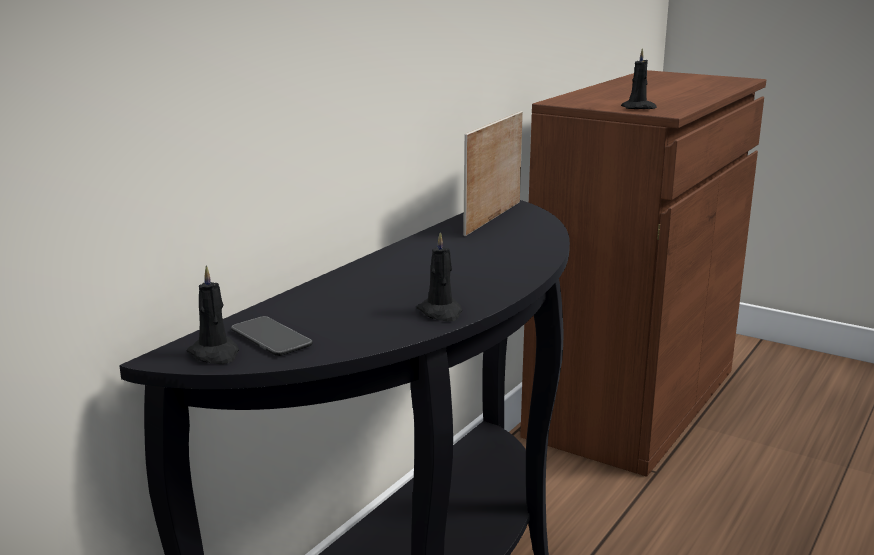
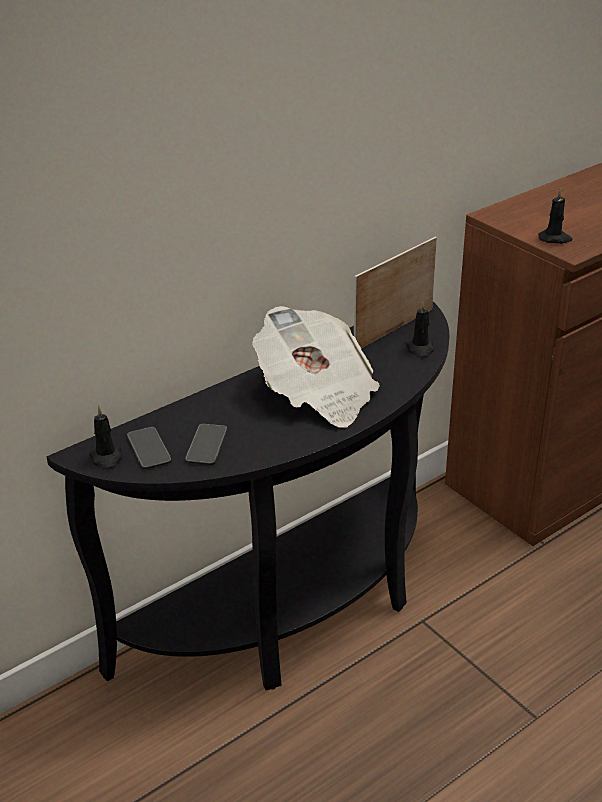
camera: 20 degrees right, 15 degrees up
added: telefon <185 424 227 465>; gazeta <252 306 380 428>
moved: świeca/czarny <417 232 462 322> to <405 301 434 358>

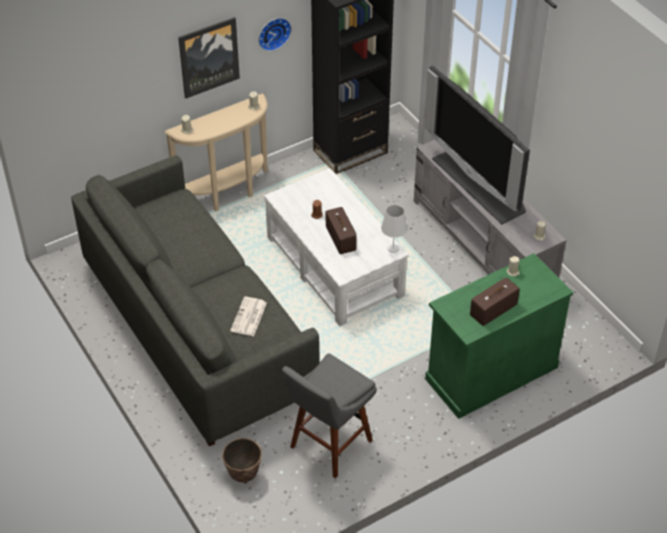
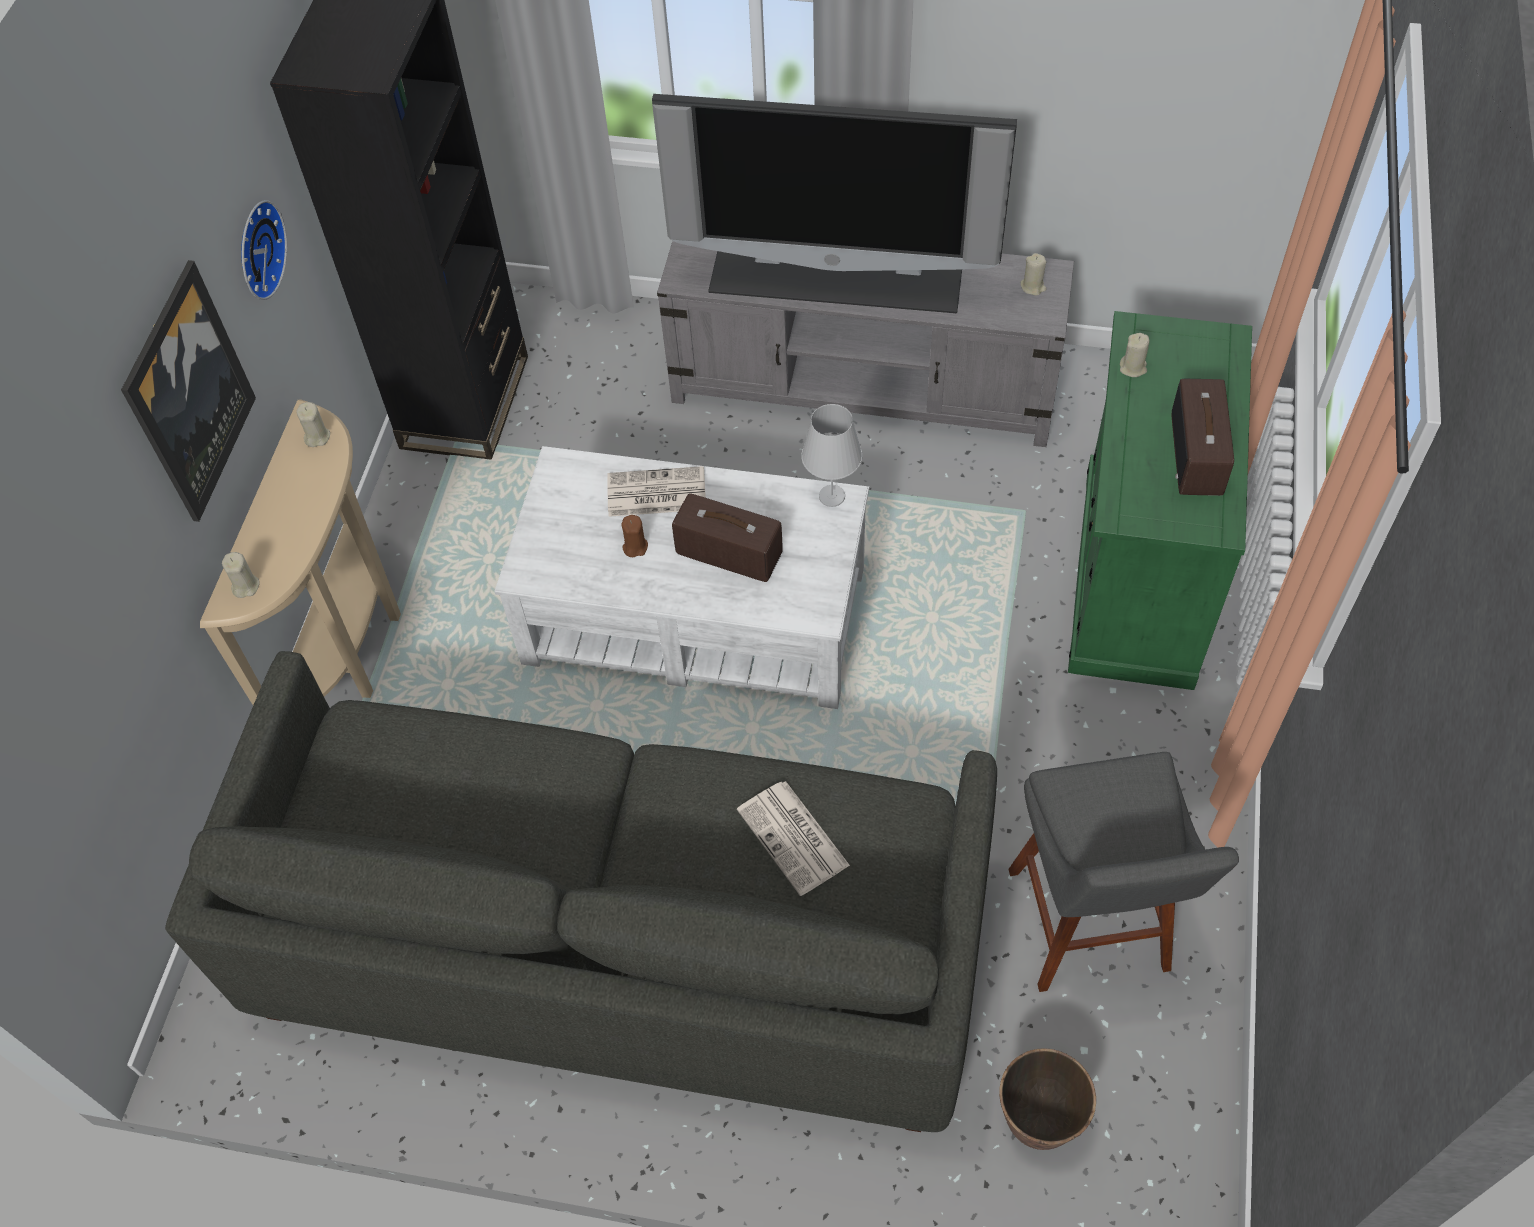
camera: 45 degrees left, 10 degrees up
added: gazeta <607 466 706 517>

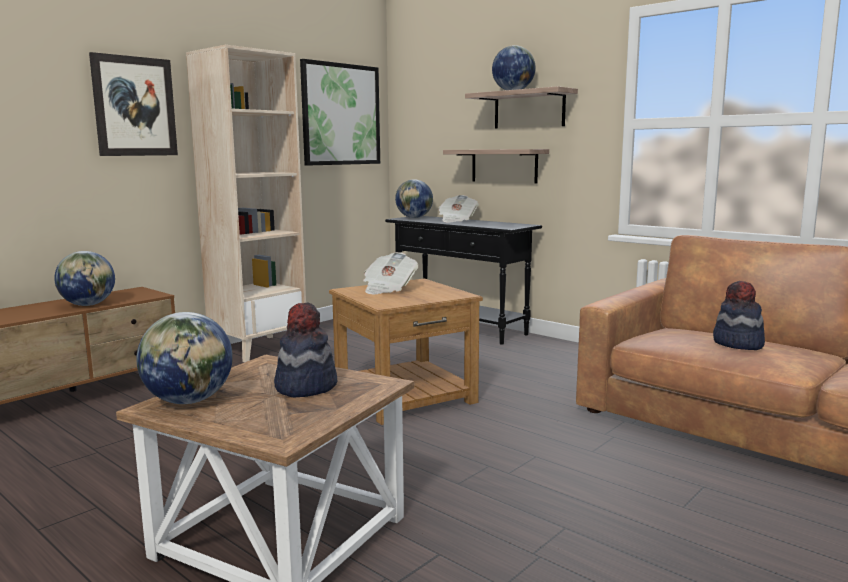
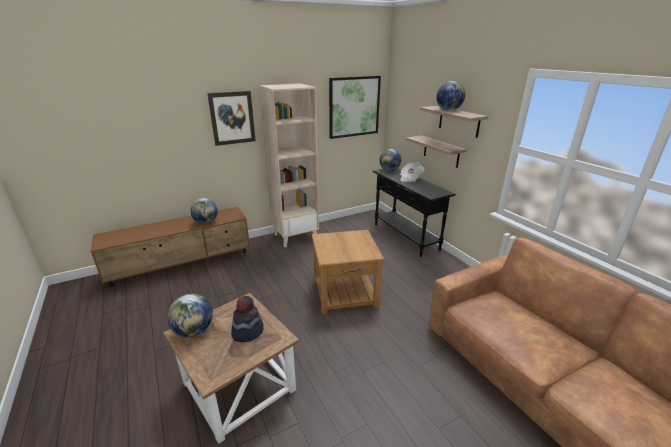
camera: 20 degrees right, 15 degrees up
removed: gazeta <363 252 419 294>; kapelusz <713 281 765 350>

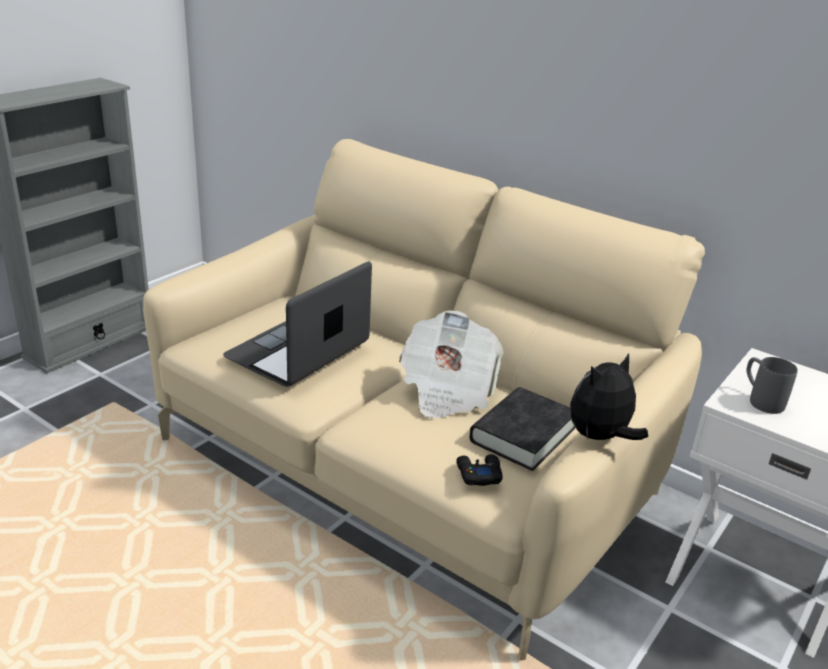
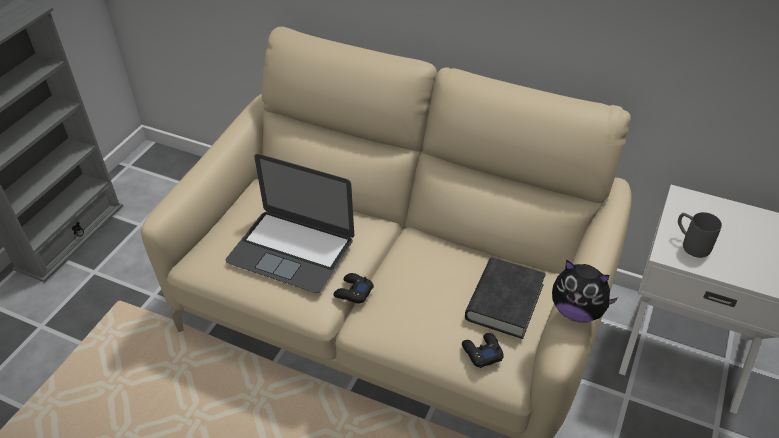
camera: 10 degrees left, 15 degrees up
removed: gazeta <399 310 504 418>
added: pad do gier/czarny <334 273 374 304>
turned: laptop <223 261 372 387> = <226 154 354 293> 90 degrees counterclockwise; pluszak <570 353 648 440> = <552 259 618 323> 105 degrees counterclockwise

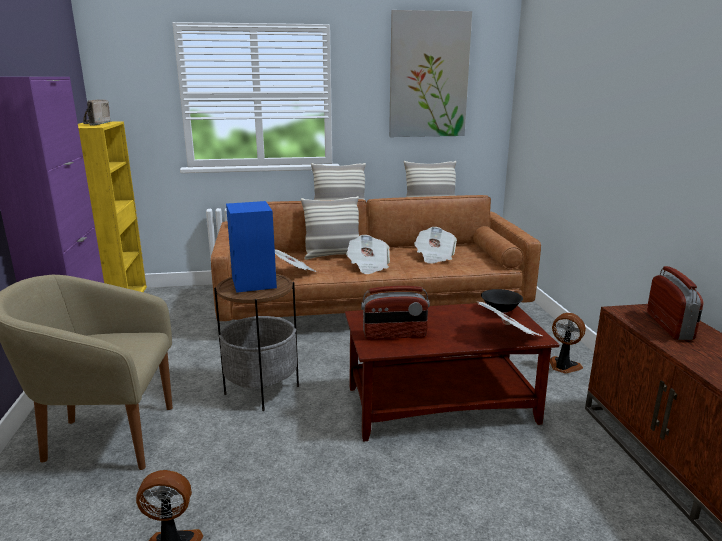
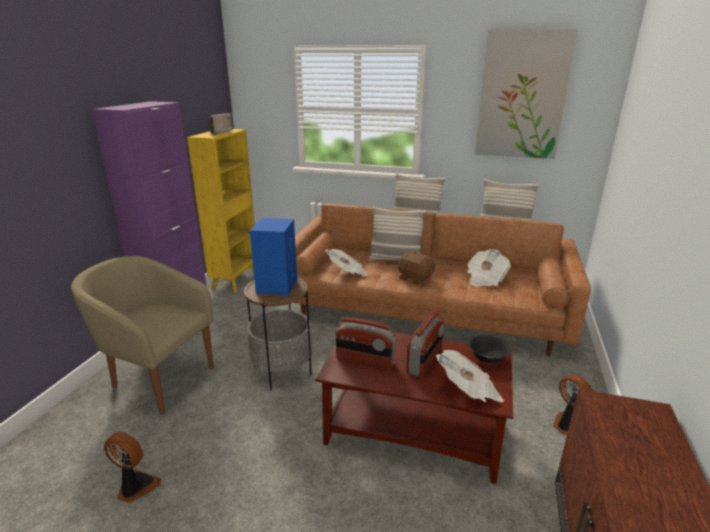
camera: 25 degrees right, 5 degrees up
moved: radio <647 266 703 340> to <406 311 444 377>
replaced: gazeta <346 235 390 274> to pluszak/brązowy <398 251 435 285>

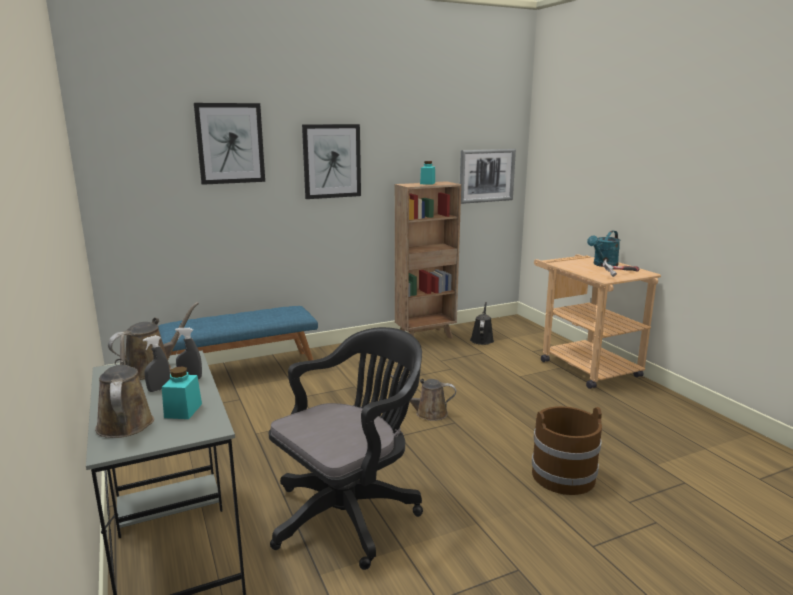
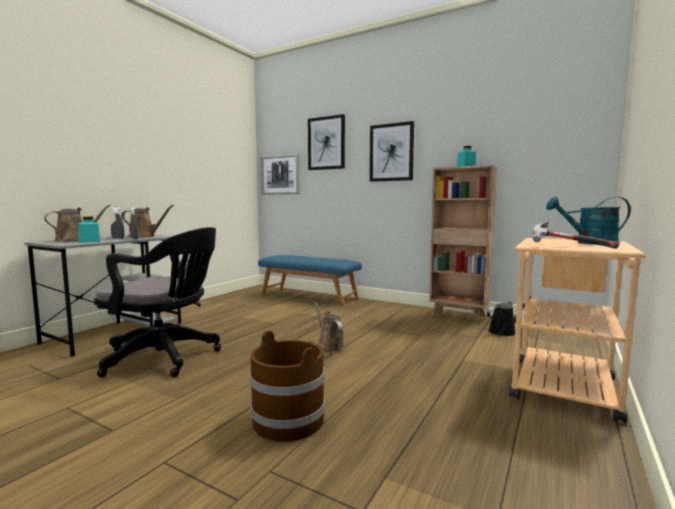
camera: 55 degrees right, 10 degrees down
moved: obraz <460 149 516 204> to <261 154 300 195>

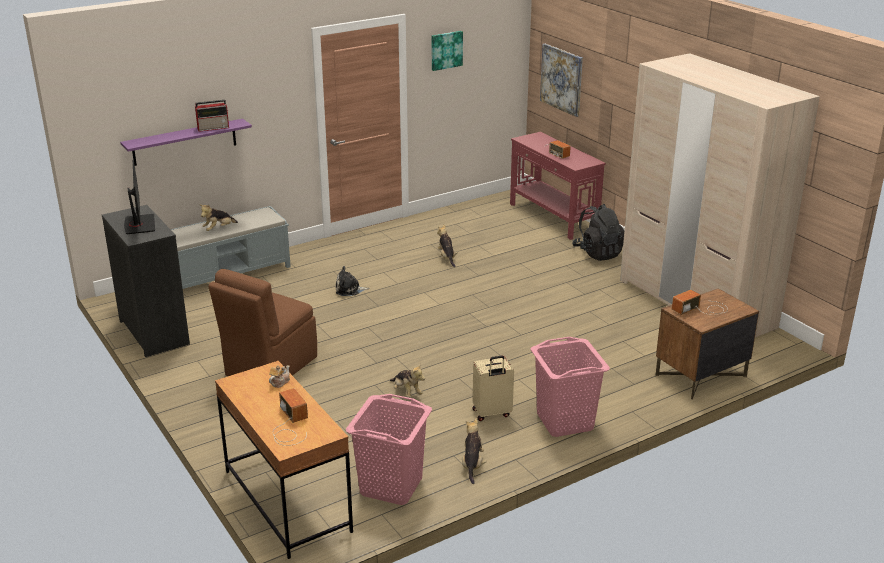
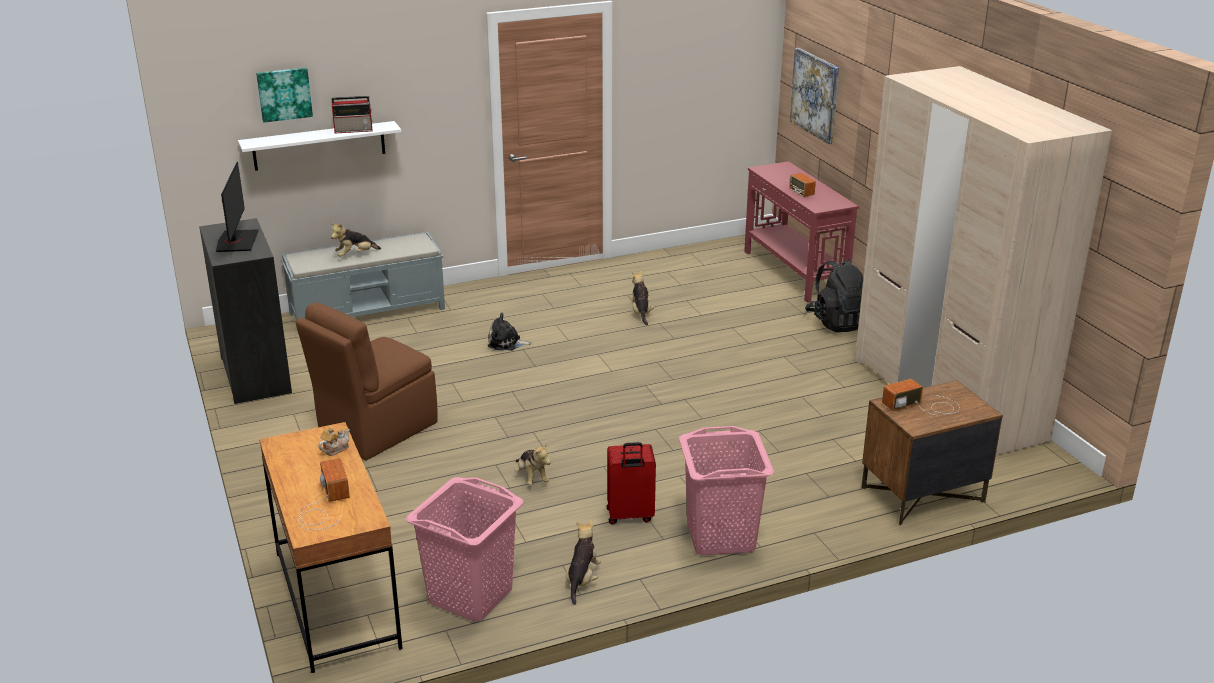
camera: 10 degrees right, 0 degrees up
moved: obraz <432 31 463 71> to <256 68 313 123>
recoloured: półka/fioletowy <120 119 252 166> to półka/biały <238 121 401 171>; walizka/beżowy <472 356 514 421> to walizka/czerwony <606 442 656 525>

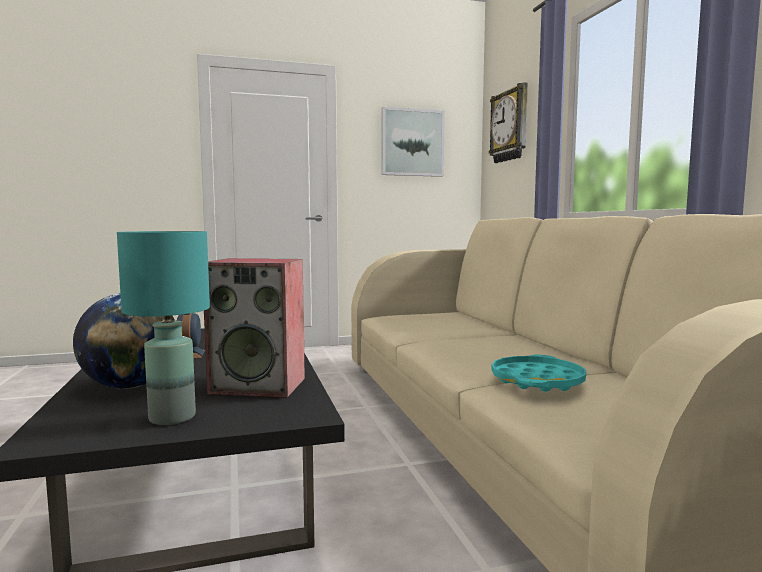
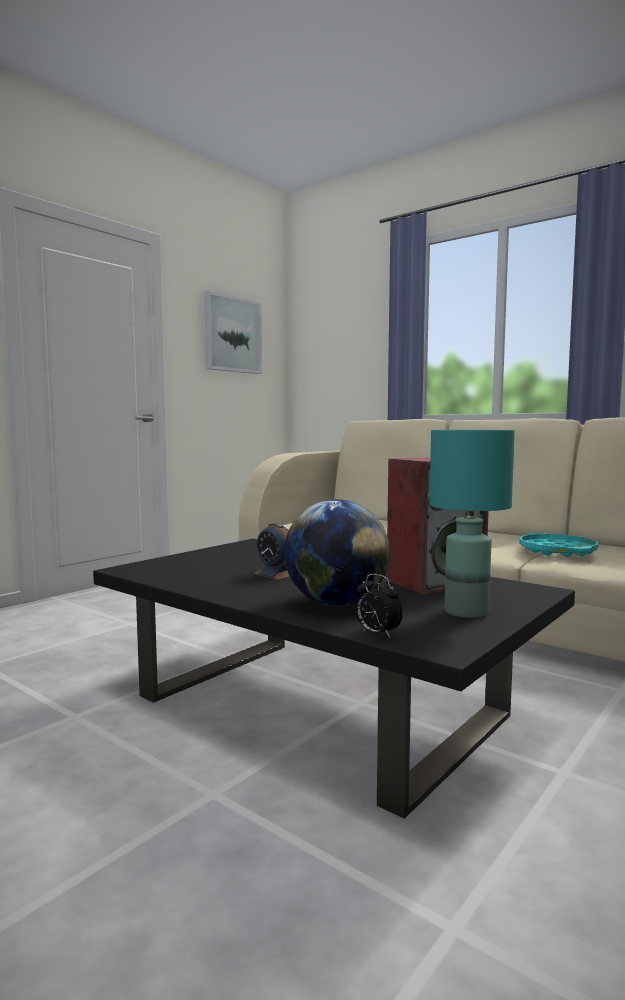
camera: 35 degrees left, 0 degrees up
removed: zegar ścienny <489 82 528 163>
added: budzik <356 574 403 638>

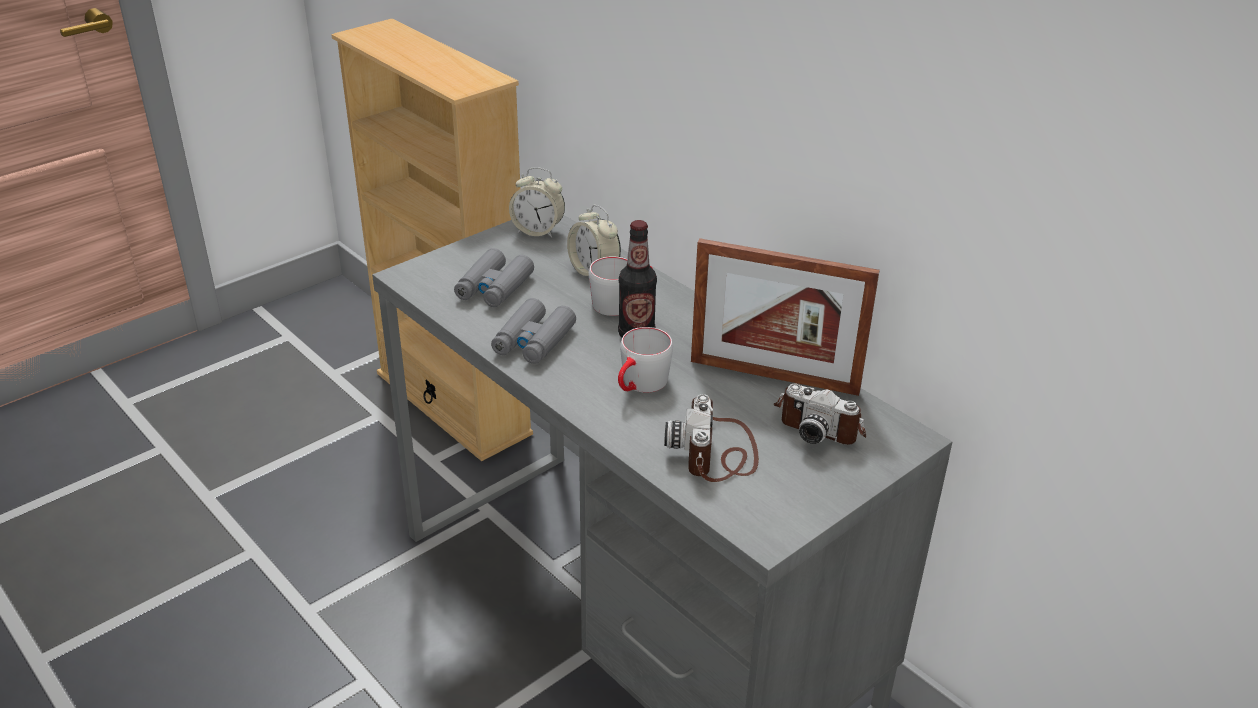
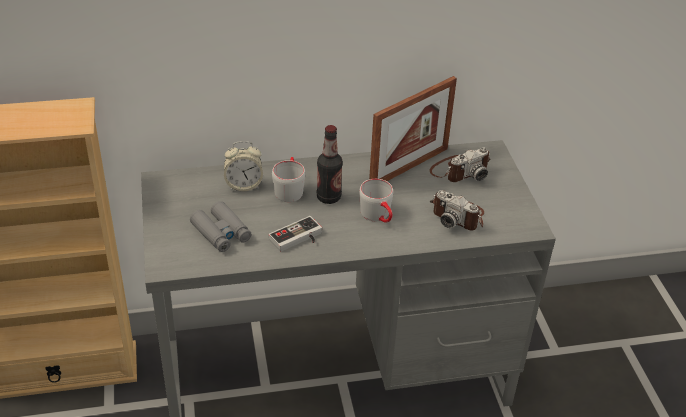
camera: 60 degrees left, 5 degrees up
removed: budzik <509 167 565 238>
replaced: lornetka/szary <491 298 576 364> to pad do gier <268 216 322 252>

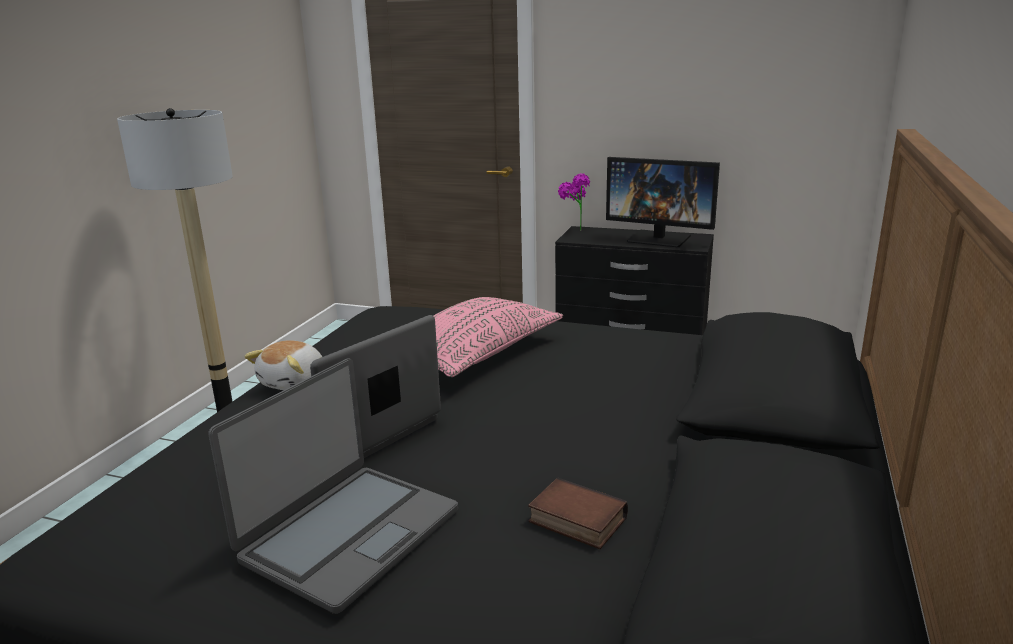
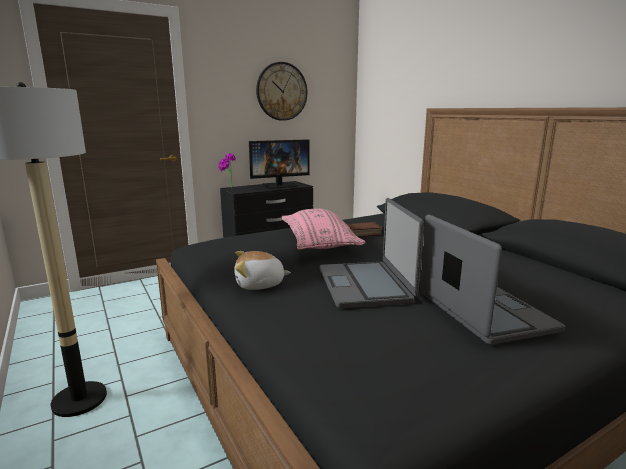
camera: 50 degrees left, 5 degrees down
added: zegar ścienny <256 62 307 121>
moved: książka <528 477 628 549> to <347 222 383 237>
turned: pluszak <244 340 322 390> = <234 251 291 290> 105 degrees clockwise

